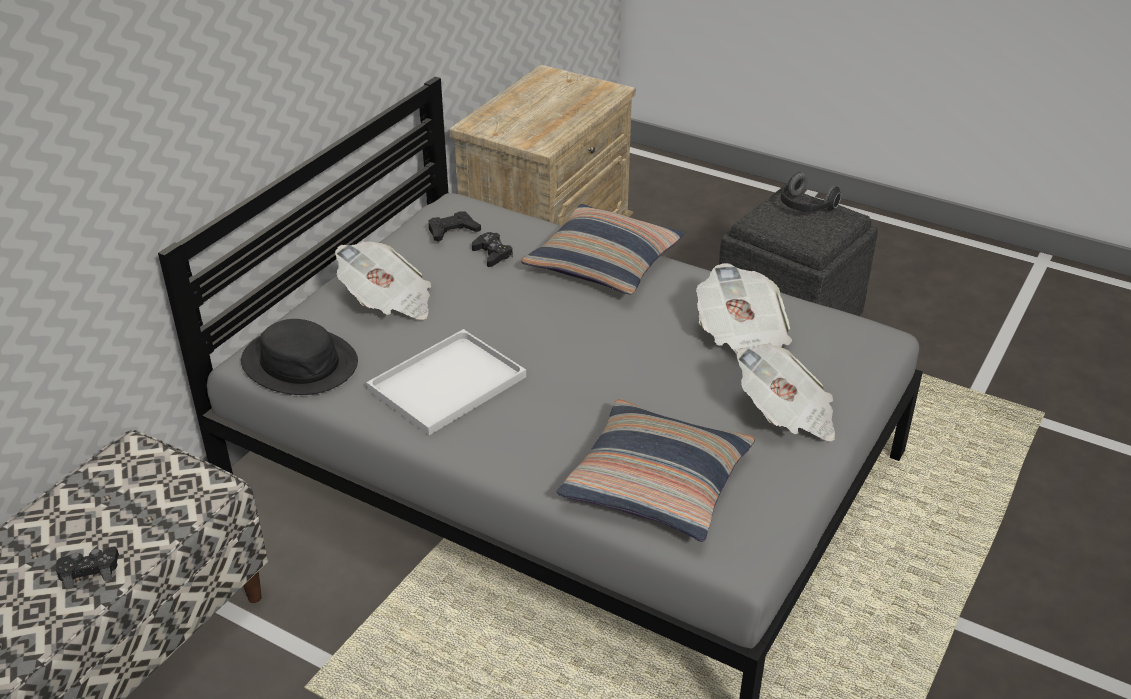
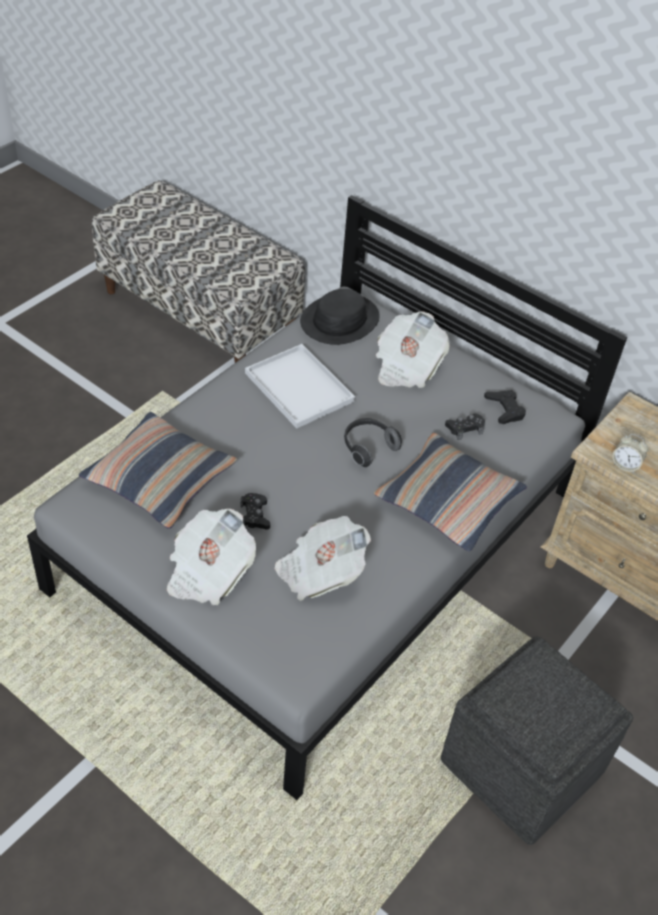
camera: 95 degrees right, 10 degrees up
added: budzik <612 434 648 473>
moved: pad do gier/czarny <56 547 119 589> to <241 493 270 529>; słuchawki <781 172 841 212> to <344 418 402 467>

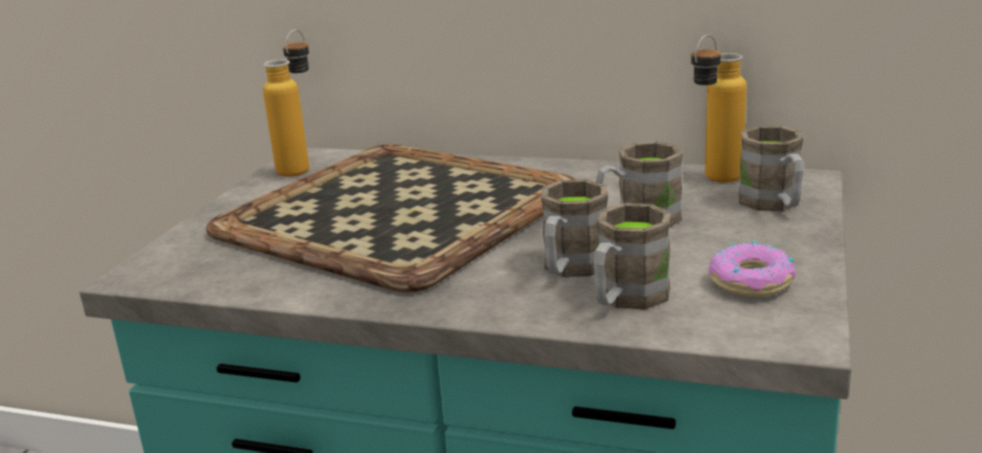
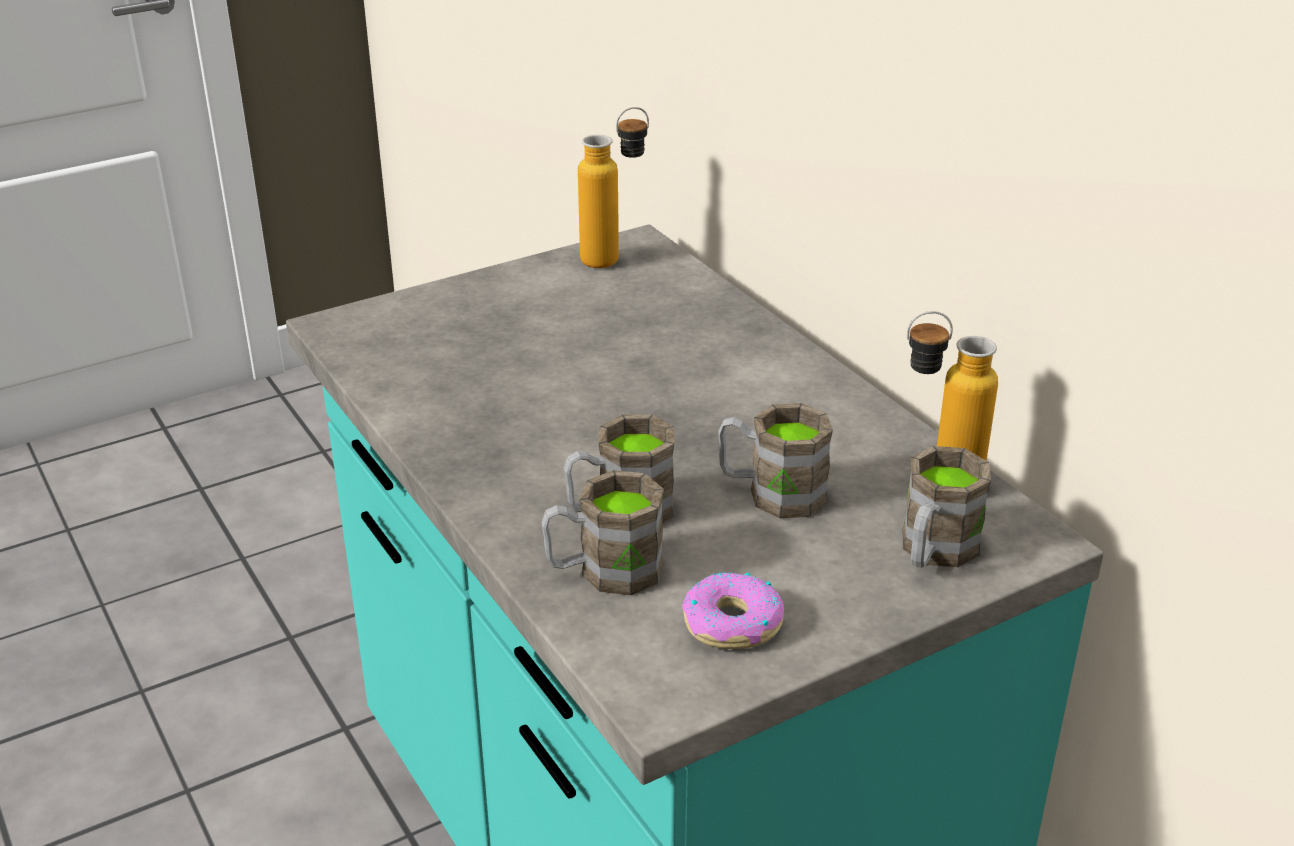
camera: 40 degrees right, 10 degrees up
removed: taca <206 144 576 292>

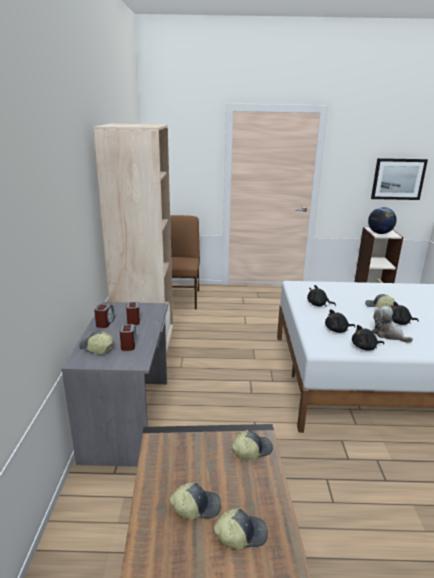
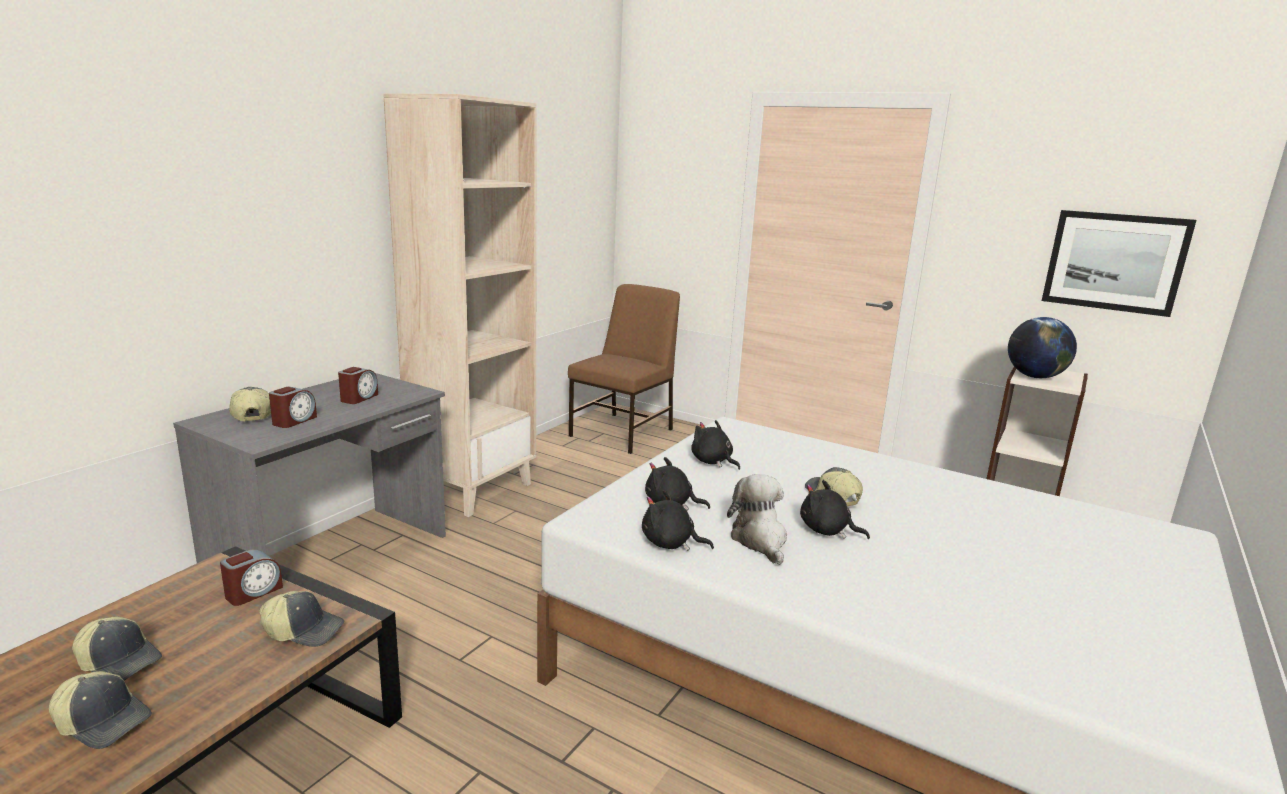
camera: 30 degrees right, 5 degrees down
moved: budzik <94 304 115 328> to <220 550 283 606>

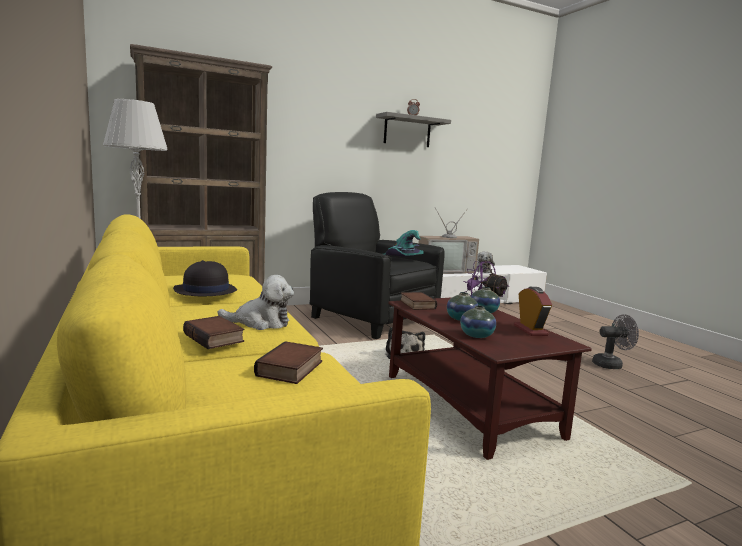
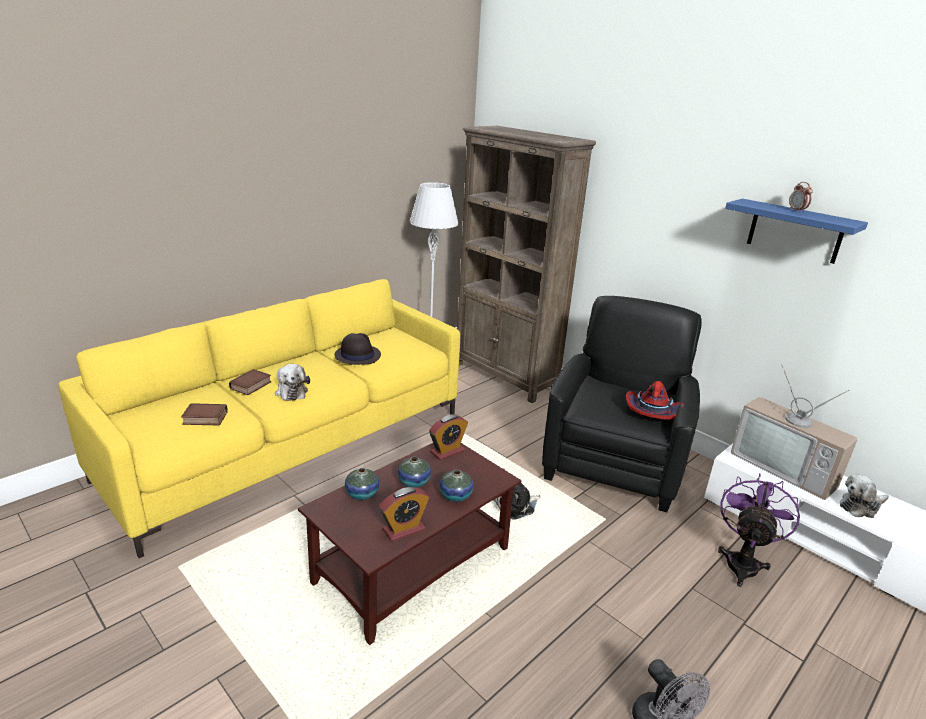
camera: 70 degrees right, 15 degrees up
replaced: książka <400 292 437 310> to budzik <429 414 468 460>
recoloured: półka/szary <376 112 451 147> to półka/niebieski <725 199 868 264>; kapelusz/turkusowy <384 230 424 257> to kapelusz/czerwony <626 381 684 419>

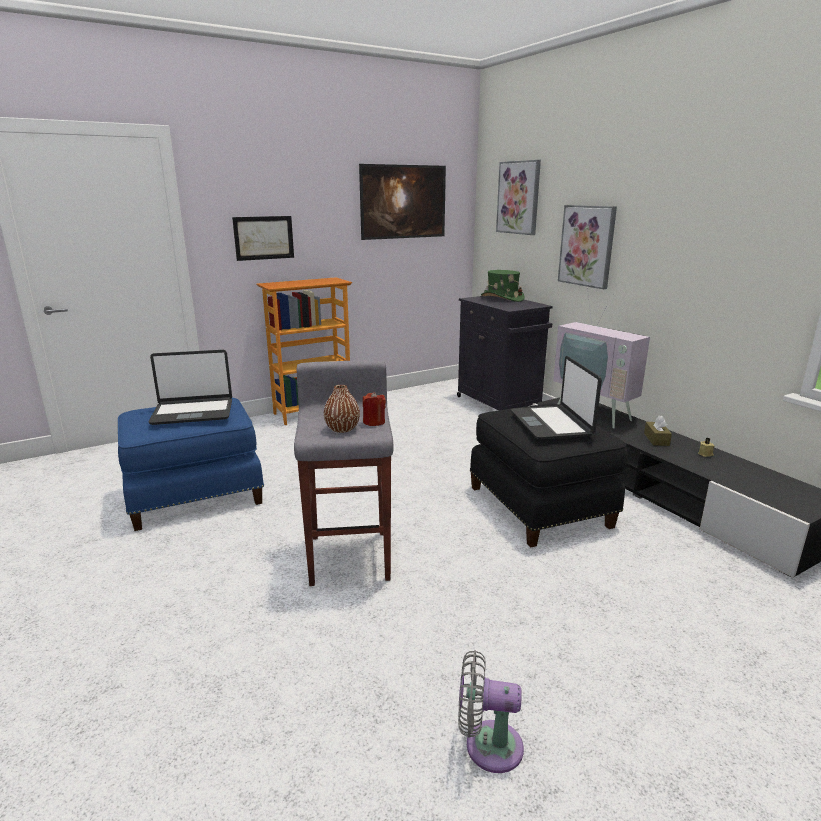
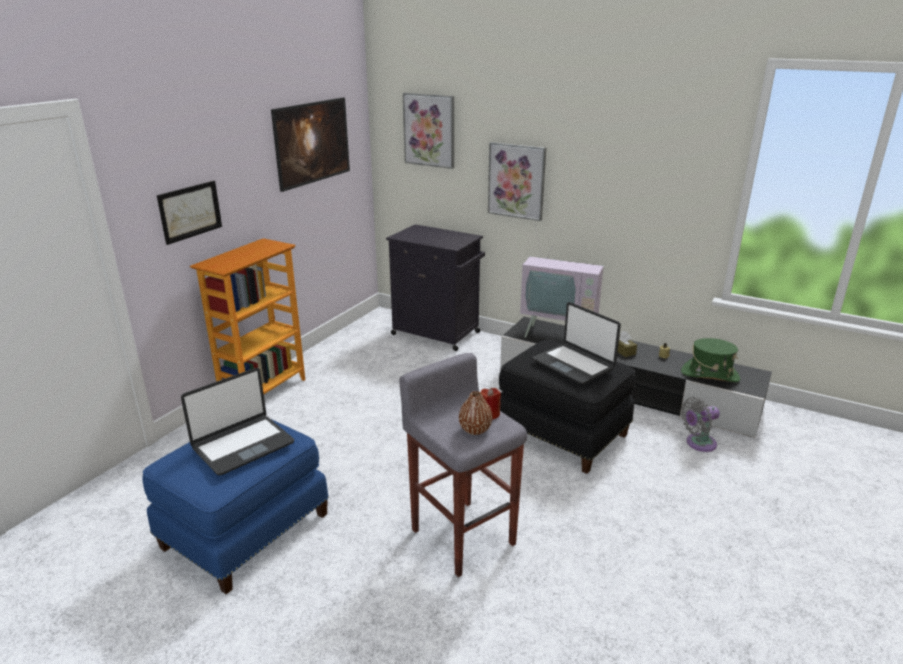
camera: 30 degrees left, 5 degrees up
moved: wentylator/szary <458 650 524 773> to <681 397 720 452>; kapelusz/zielony <481 270 525 302> to <681 338 740 382>

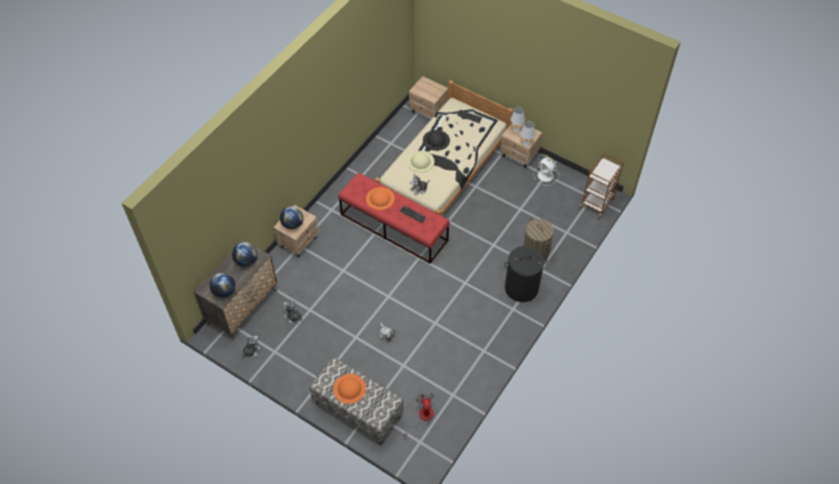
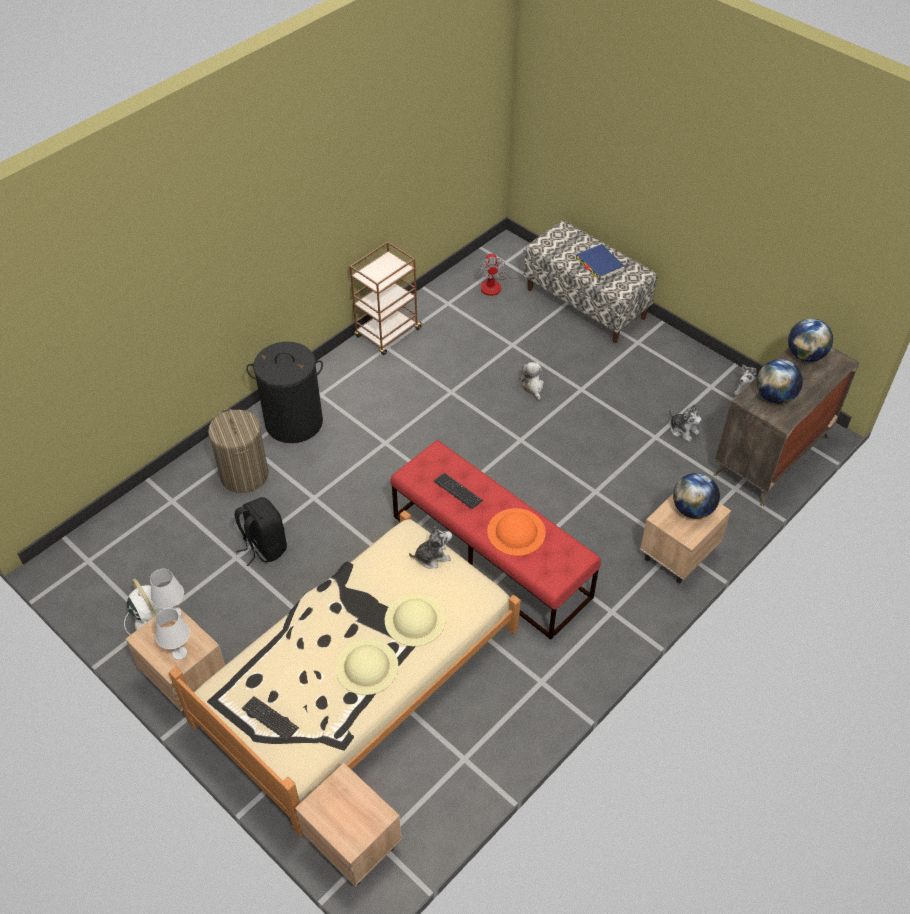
camera: 170 degrees left, 5 degrees down
added: plecak/czarny <234 497 287 566>
moved: wózek/brązowy <579 153 624 219> to <350 241 424 355>
replaced: kapelusz/pomarańczowy <333 374 366 404> to książka/niebieski <576 244 625 280>
recoloured: kapelusz/czarny <423 130 450 151> to kapelusz/beżowy <335 639 398 695>

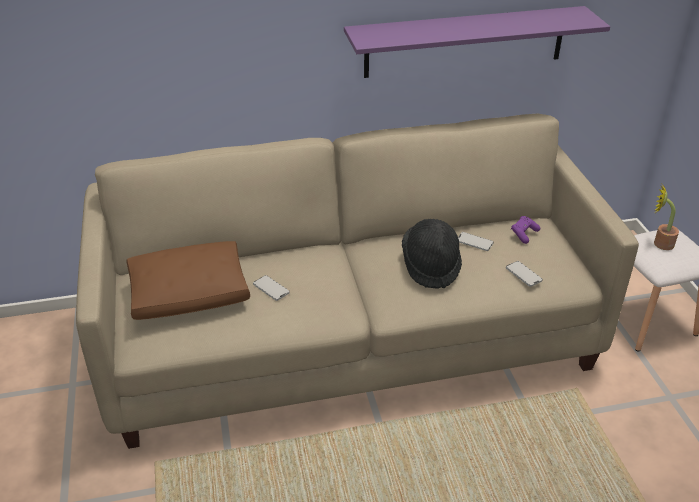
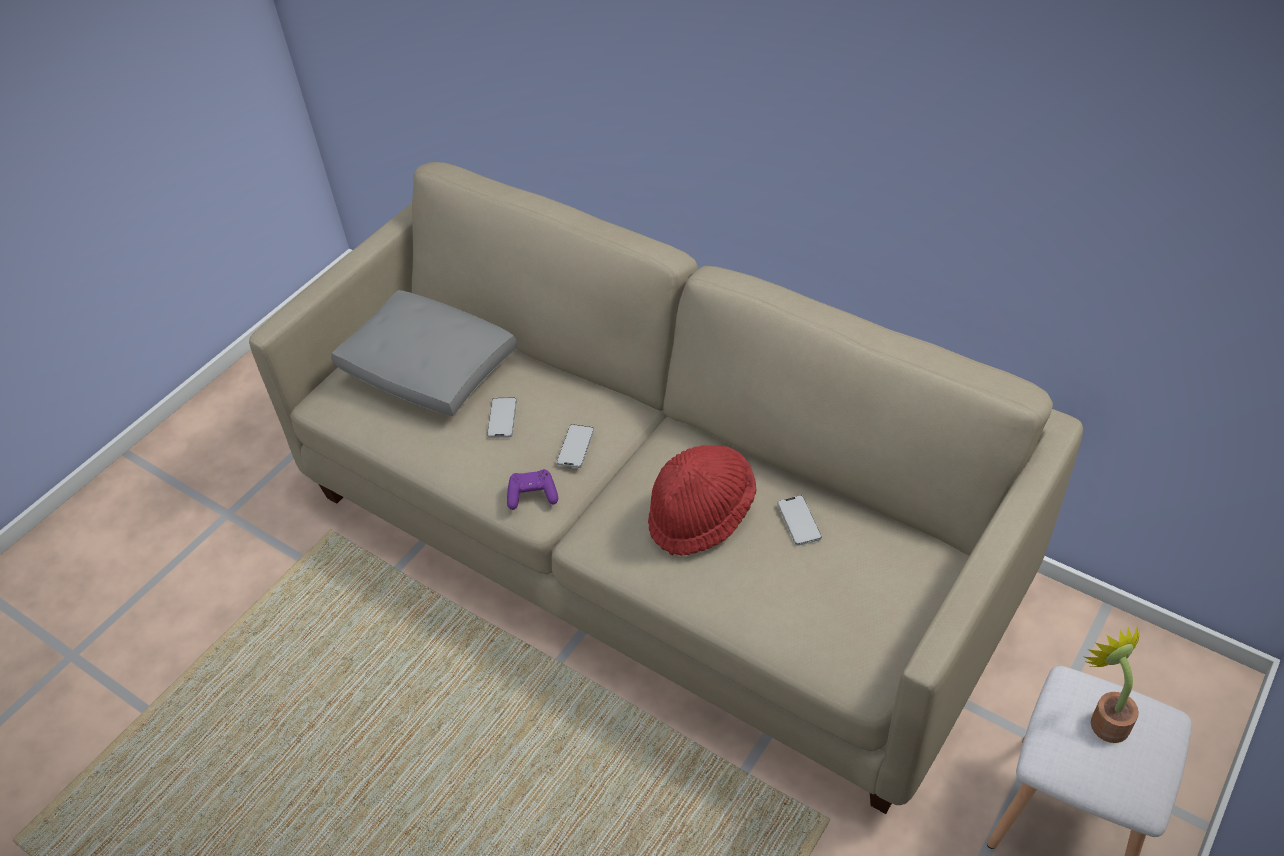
camera: 50 degrees right, 10 degrees up
removed: półka/fioletowy <344 6 610 78>
moved: telefon <506 261 543 287> to <557 424 594 468>; pad do gier/fioletowy <511 216 540 244> to <507 469 558 510>
recoloured: poduszka/brązowy <126 241 250 320> to poduszka/szary <331 290 517 416>; kapelusz/czarny <402 219 462 288> to kapelusz/czerwony <648 445 756 556>

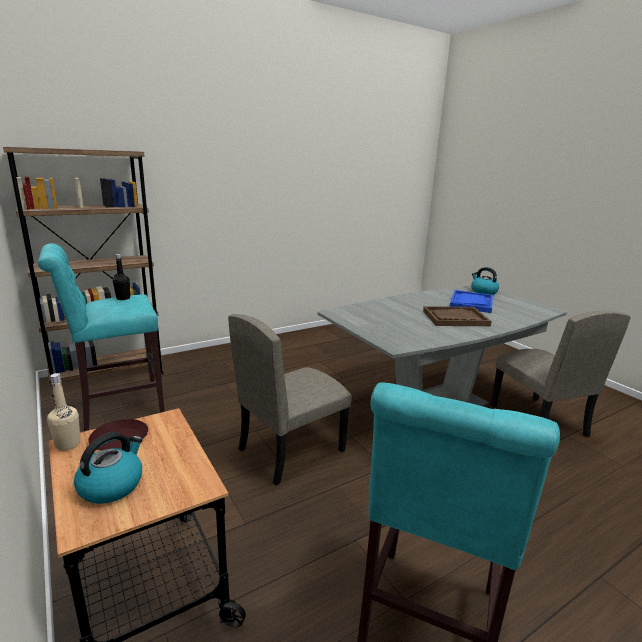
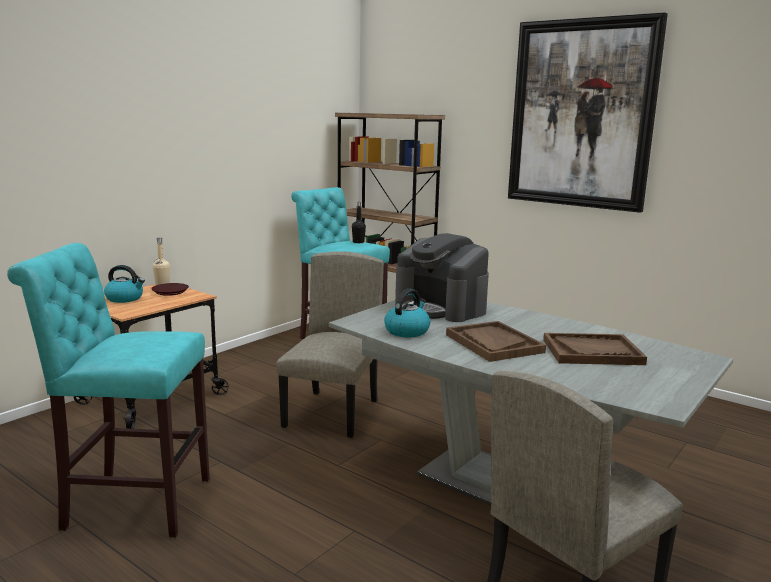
camera: 70 degrees right, 5 degrees down
added: ekspres do kawy <395 233 489 322>; obraz <508 13 668 213>
moved: czajnik <471 267 499 295> to <384 289 430 337>
recoloured: taca/niebieski <450 290 493 313> to taca/brązowy <543 333 647 365>
turned: krzesło/beżowy <228 314 352 485> = <277 251 384 438> 75 degrees clockwise

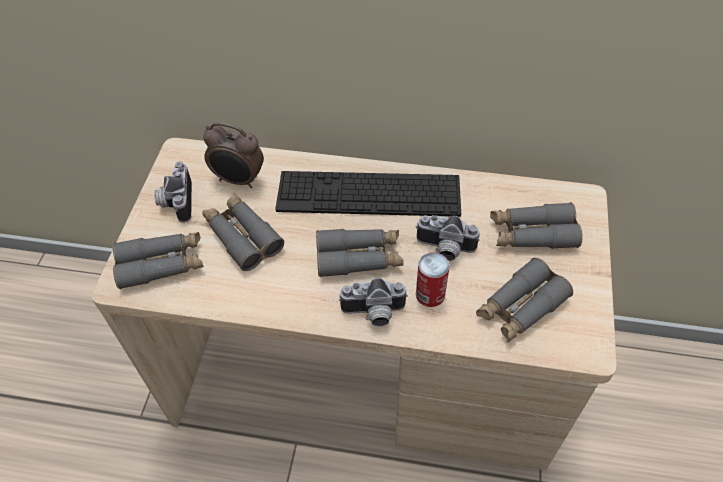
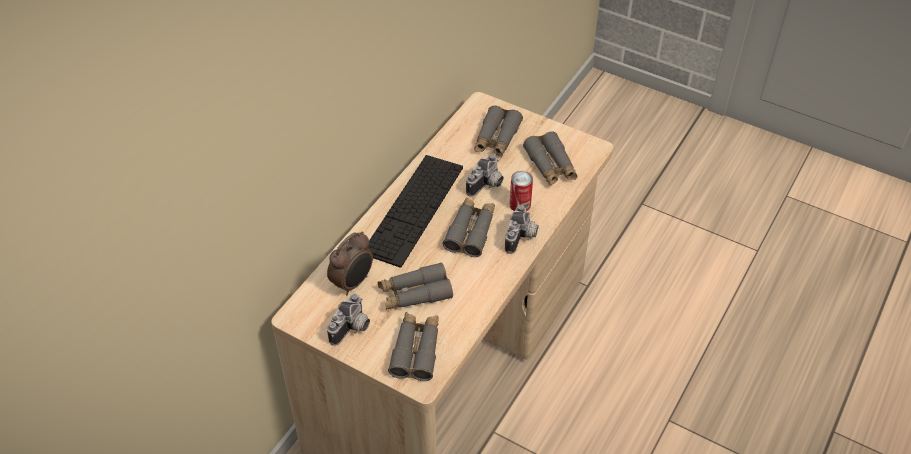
camera: 70 degrees left, 5 degrees down
turned: aparat fotograficzny <154 161 192 223> = <327 294 370 346> 75 degrees counterclockwise

